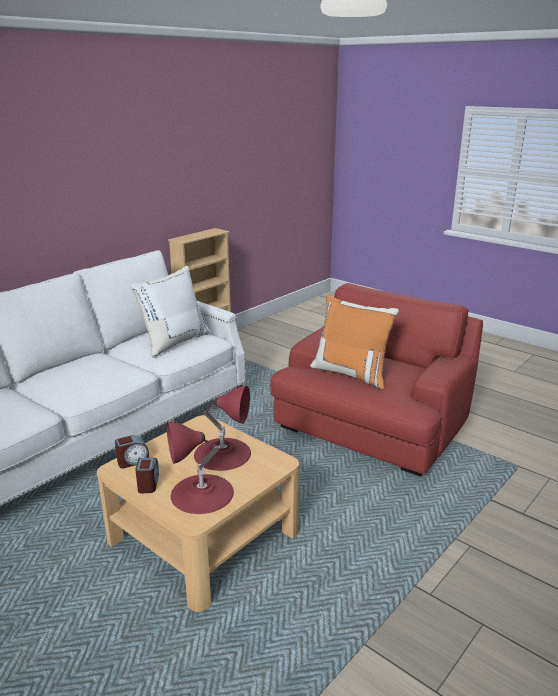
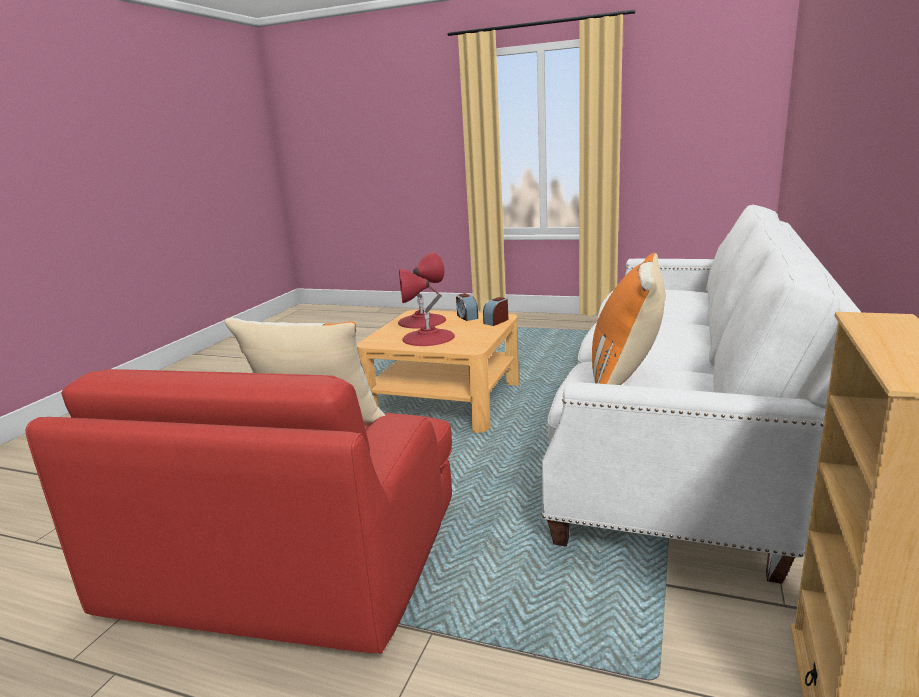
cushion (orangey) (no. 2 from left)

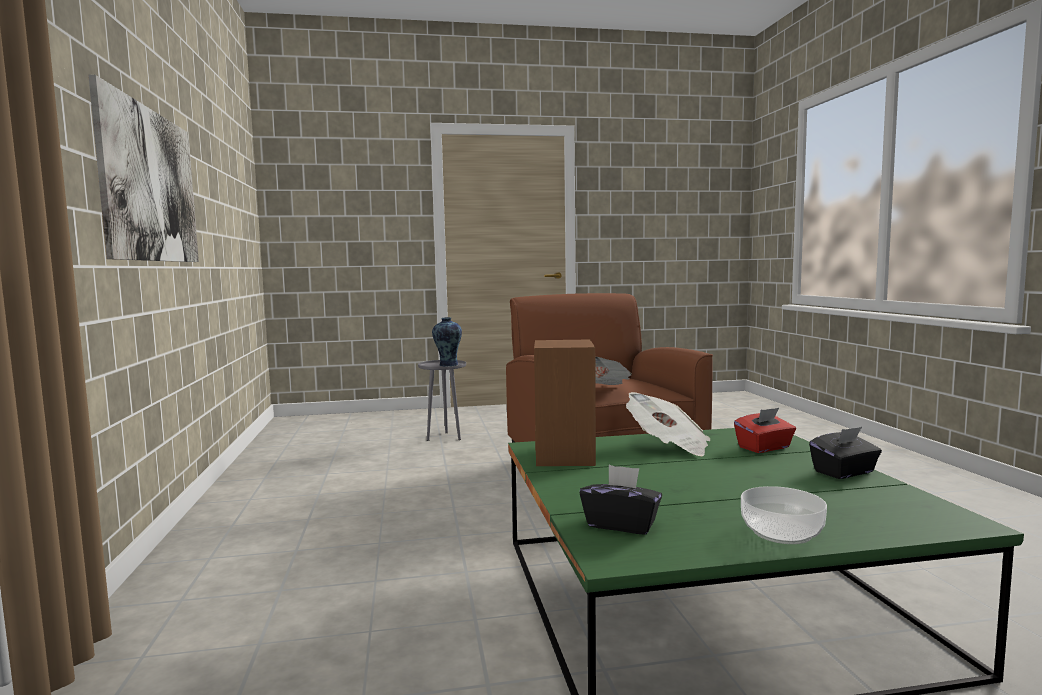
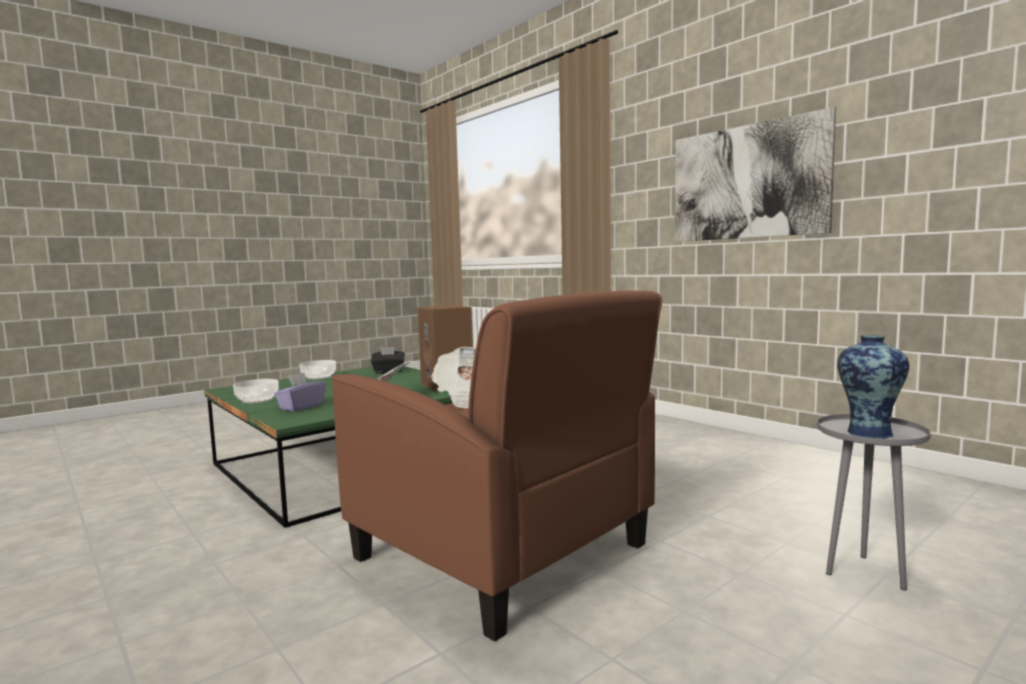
serving bowl (no. 1 from left)
tissue box (purple-coloured)

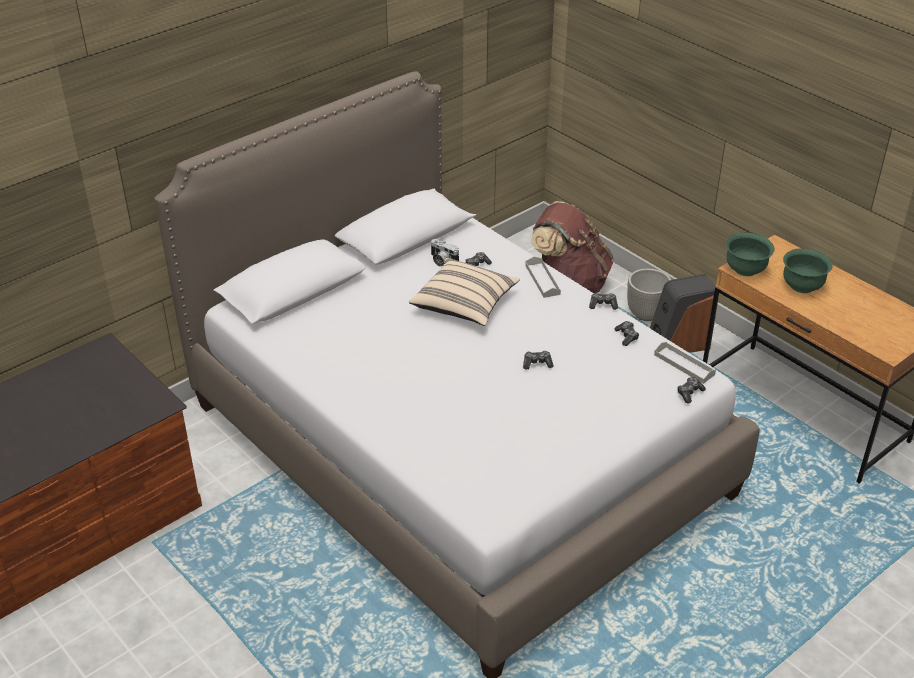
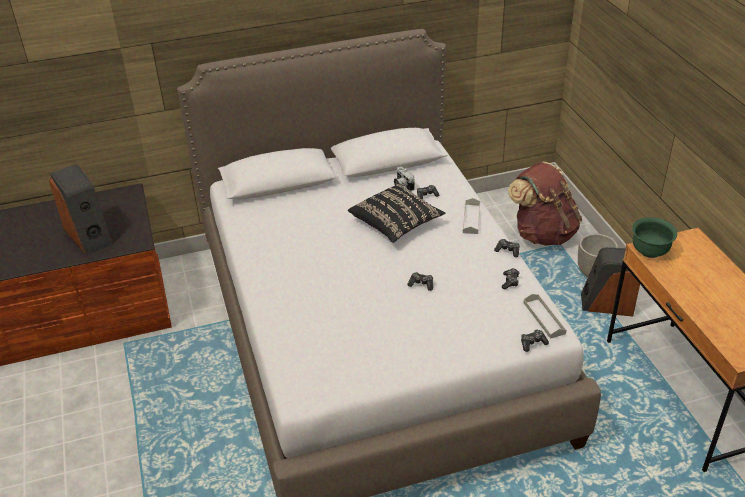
serving bowl (green) (no. 2 from left in the first image)
loudspeaker (no. 1 from left)
cushion (black)

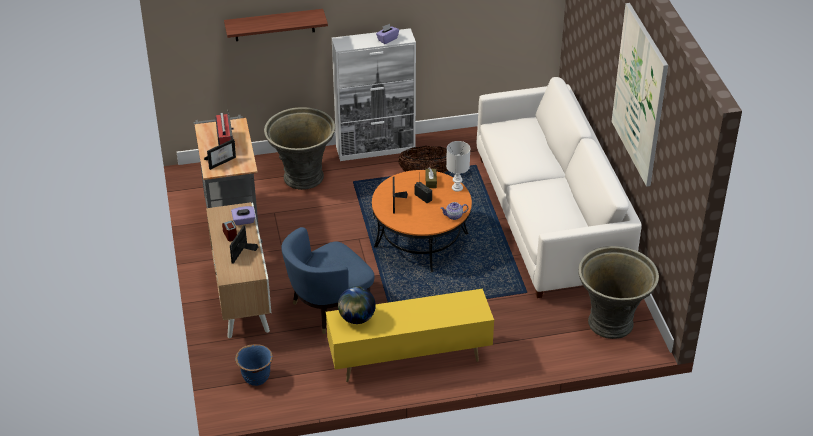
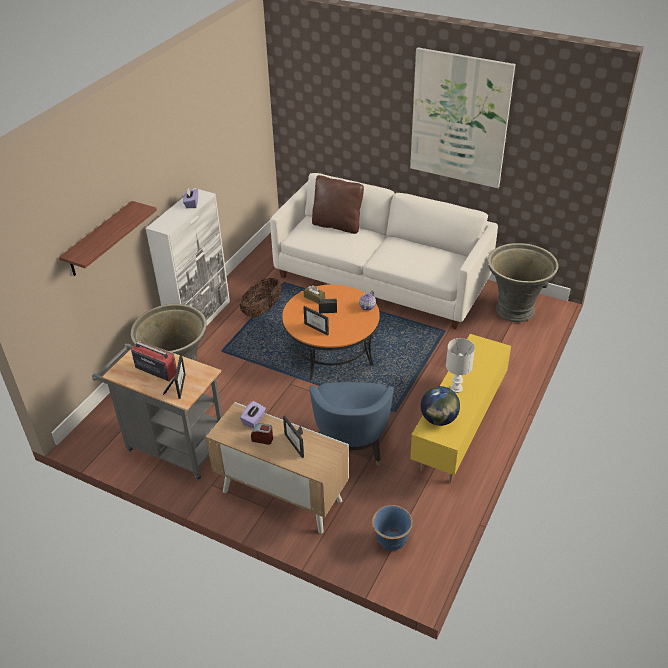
cushion (brown-coloured)
tabletop lamp (white-coloured)

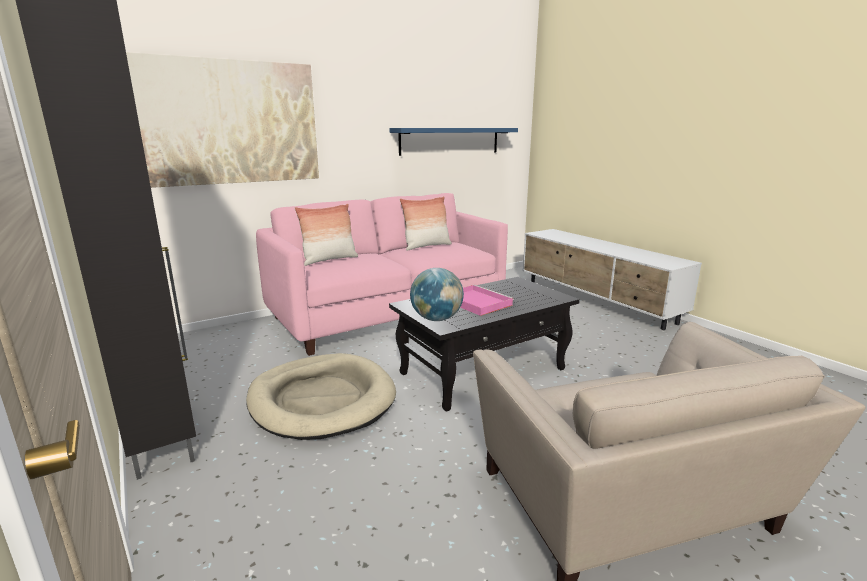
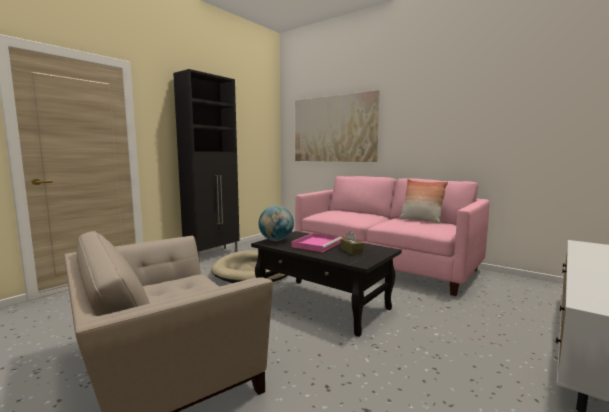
cushion (no. 1 from left in the first image)
wall shelf (blue)
tissue box (brown-coloured)

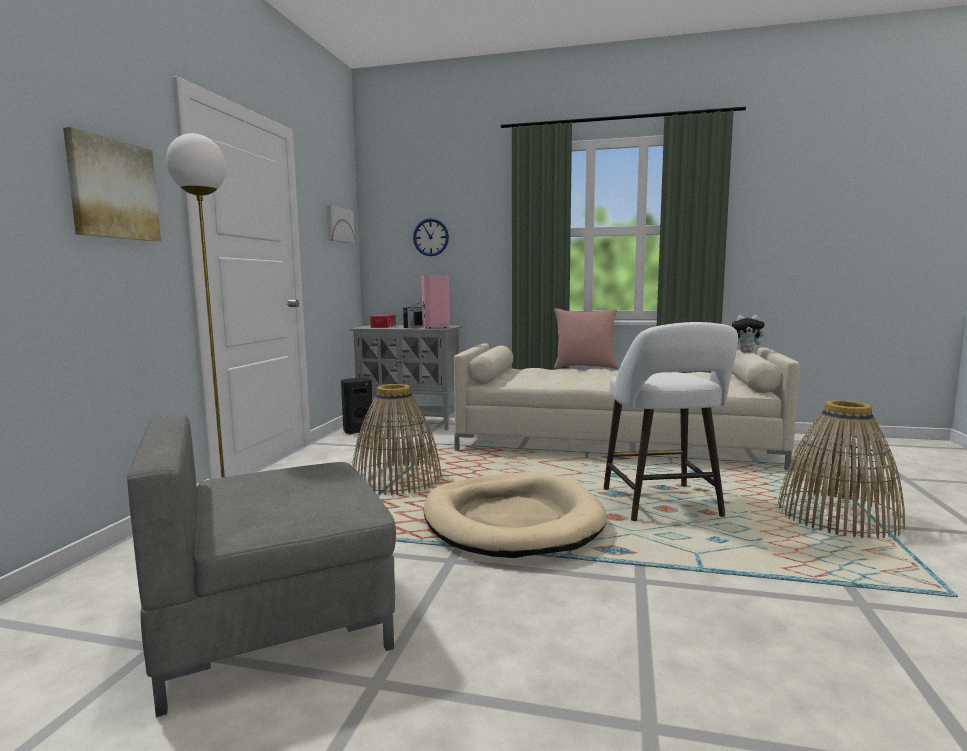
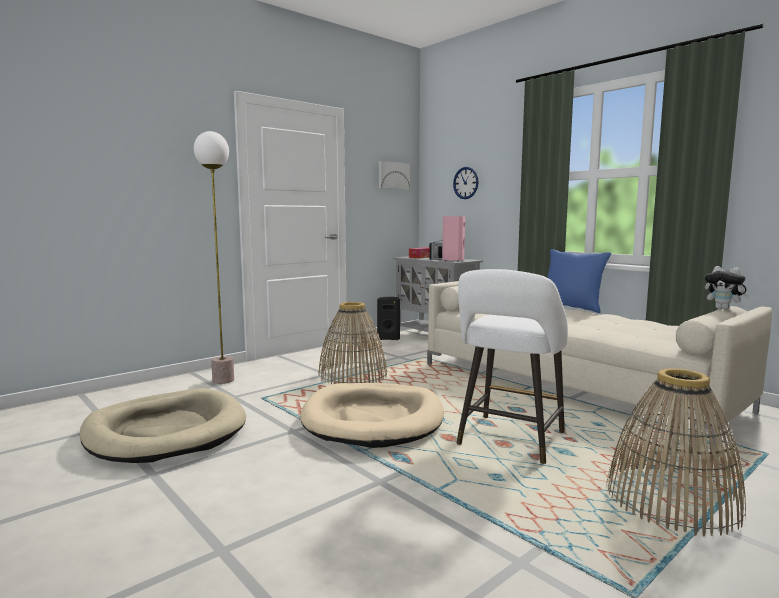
wall picture (no. 1 from left in the first image)
dog cushion (beige-coloured) (no. 1 from left)
cushion (blue)

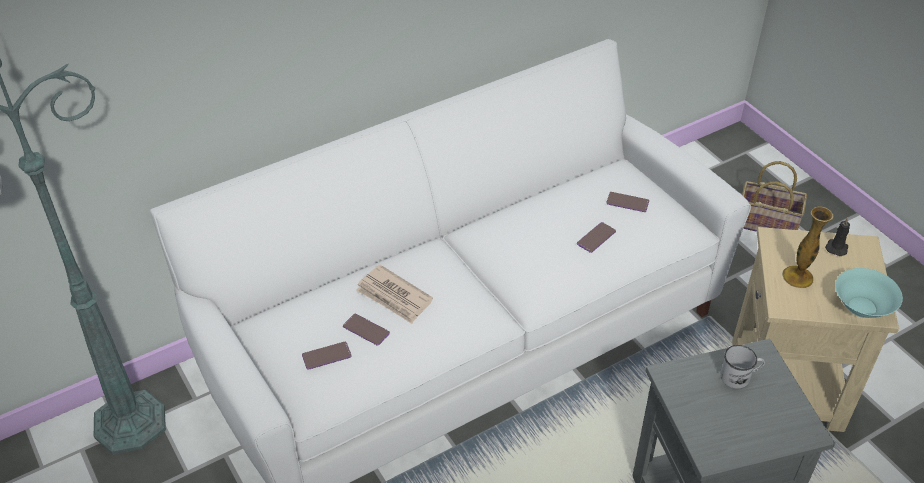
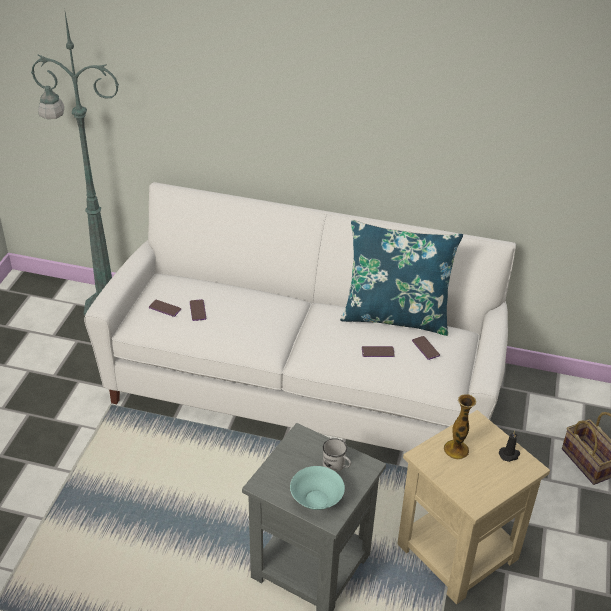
printed paper
cushion (blue)
serving bowl (blue-green)

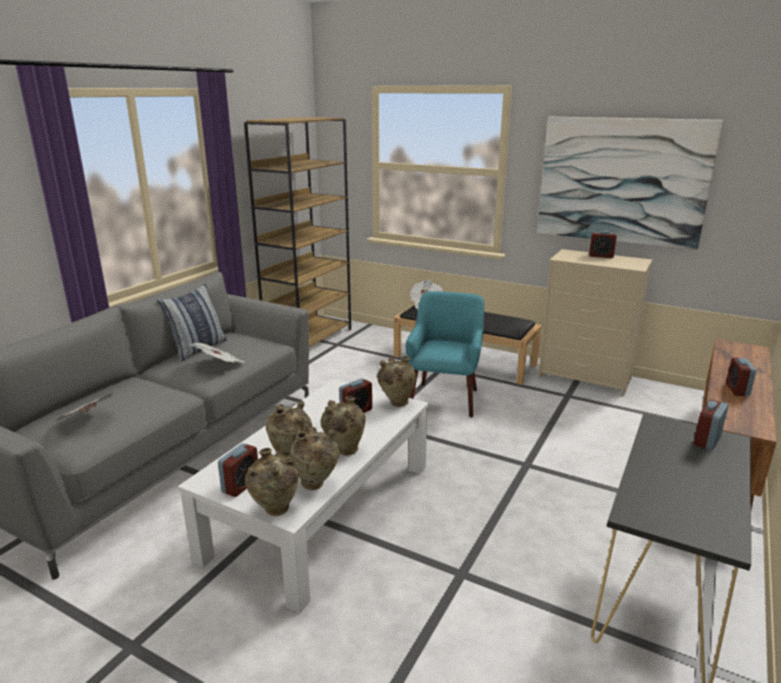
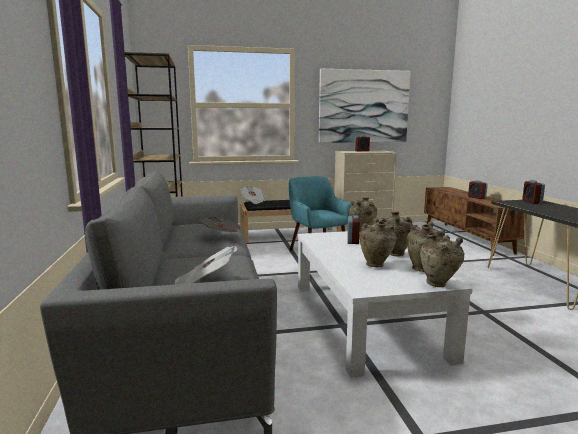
cushion
bedside clock (no. 1 from left in the first image)

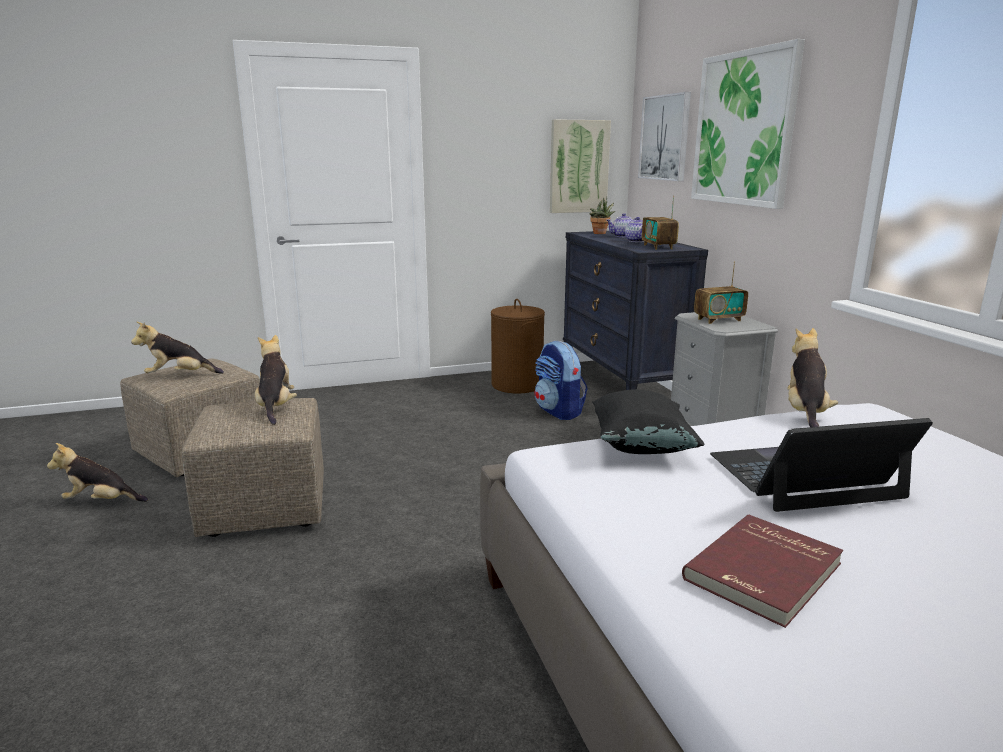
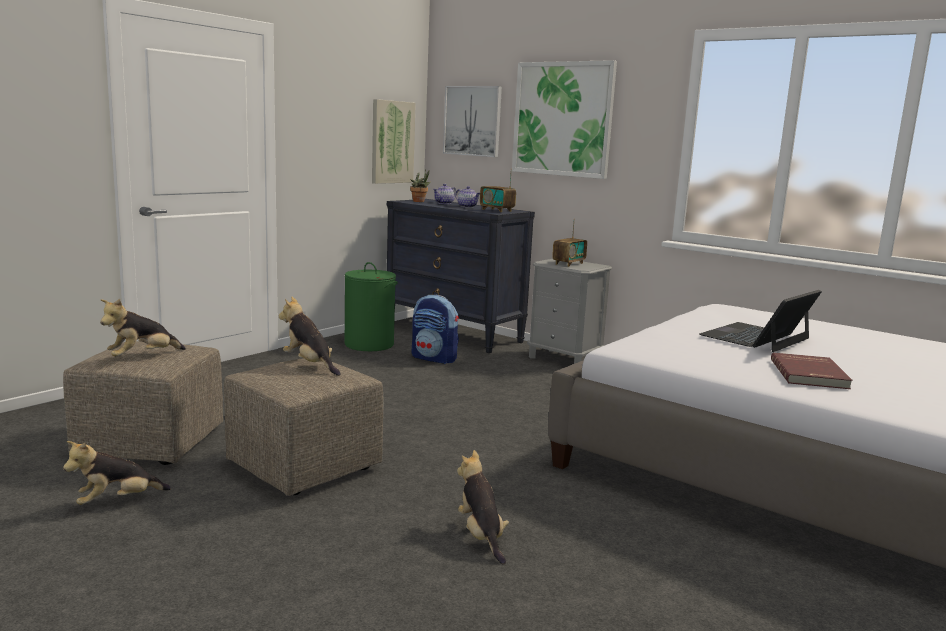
cushion (black)
cuddly toy (no. 4 from left)
laundry basket (green)

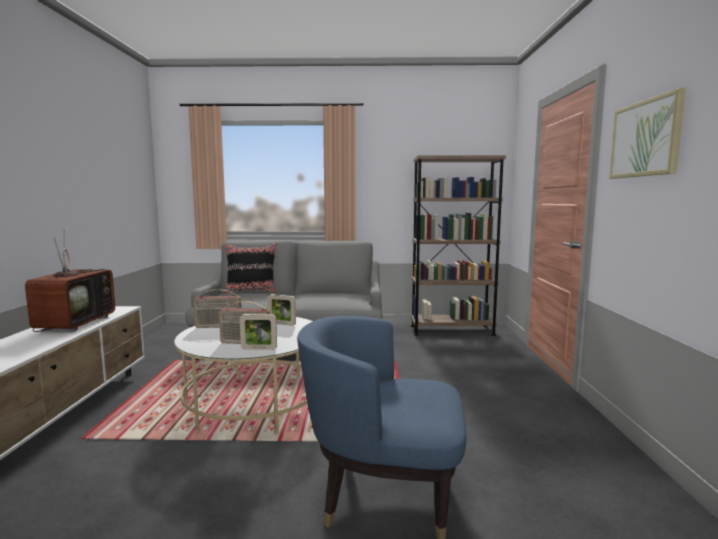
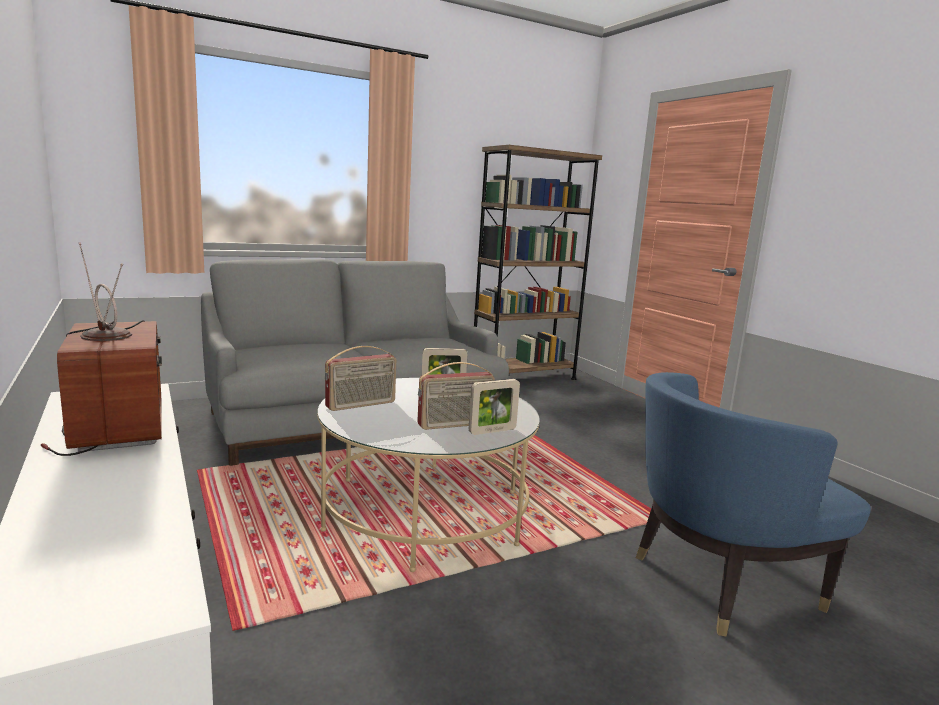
cushion (black)
wall picture

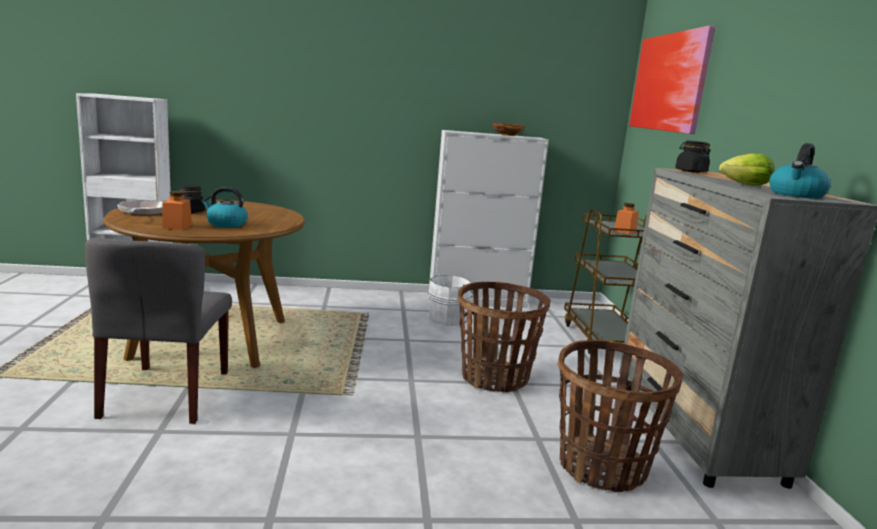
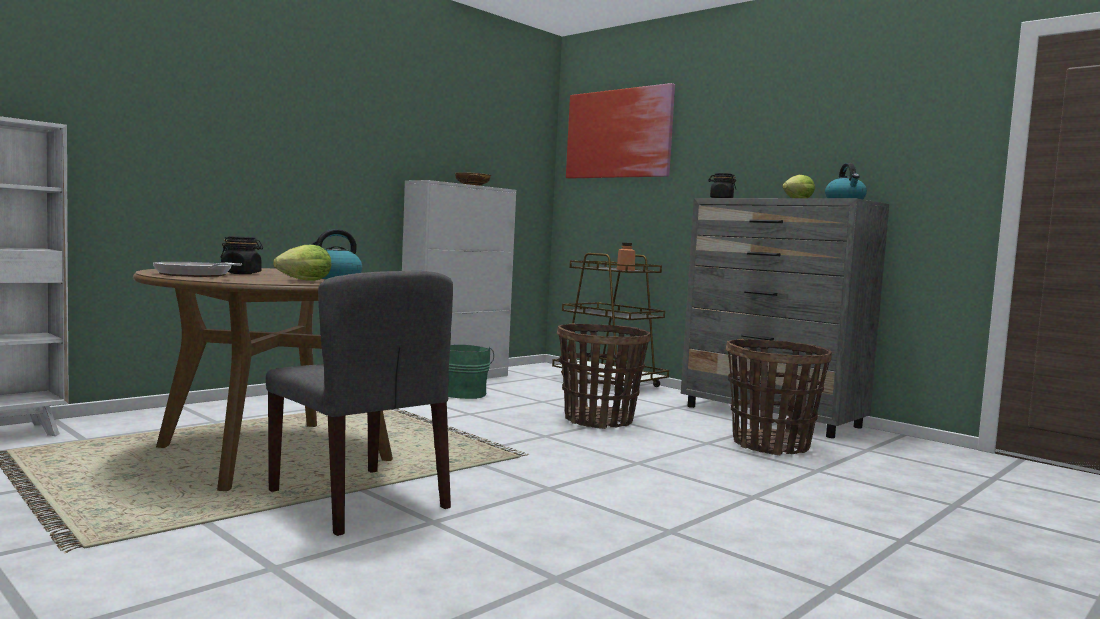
head of lettuce (no. 1 from left)
pail (green)

